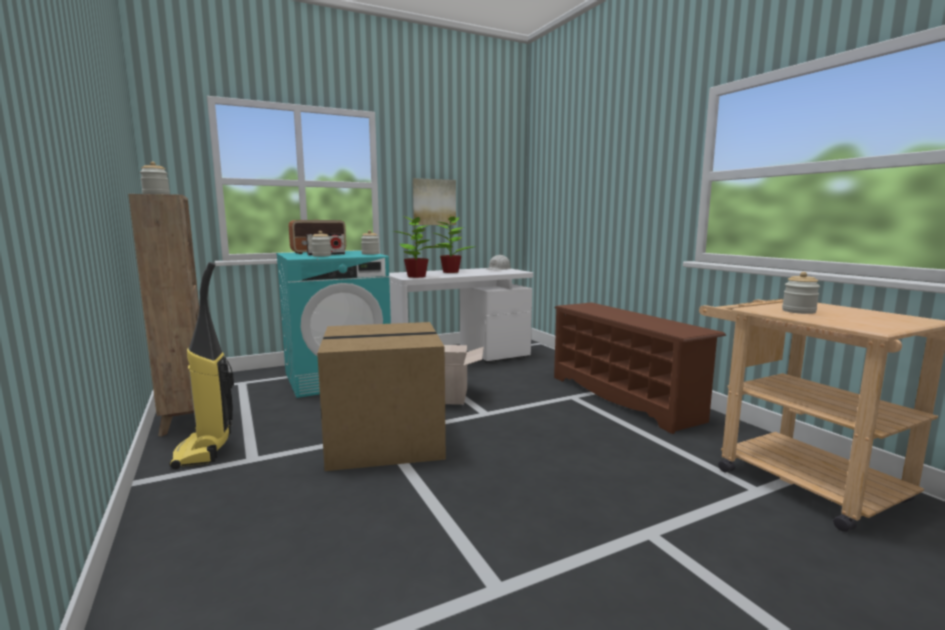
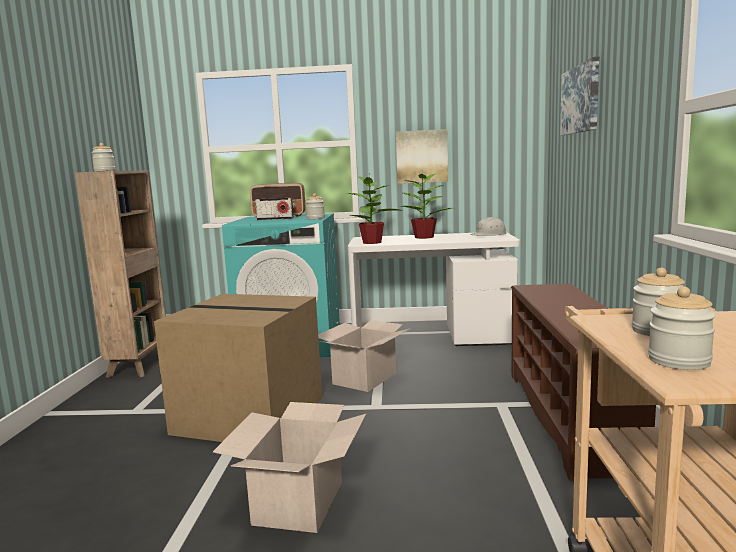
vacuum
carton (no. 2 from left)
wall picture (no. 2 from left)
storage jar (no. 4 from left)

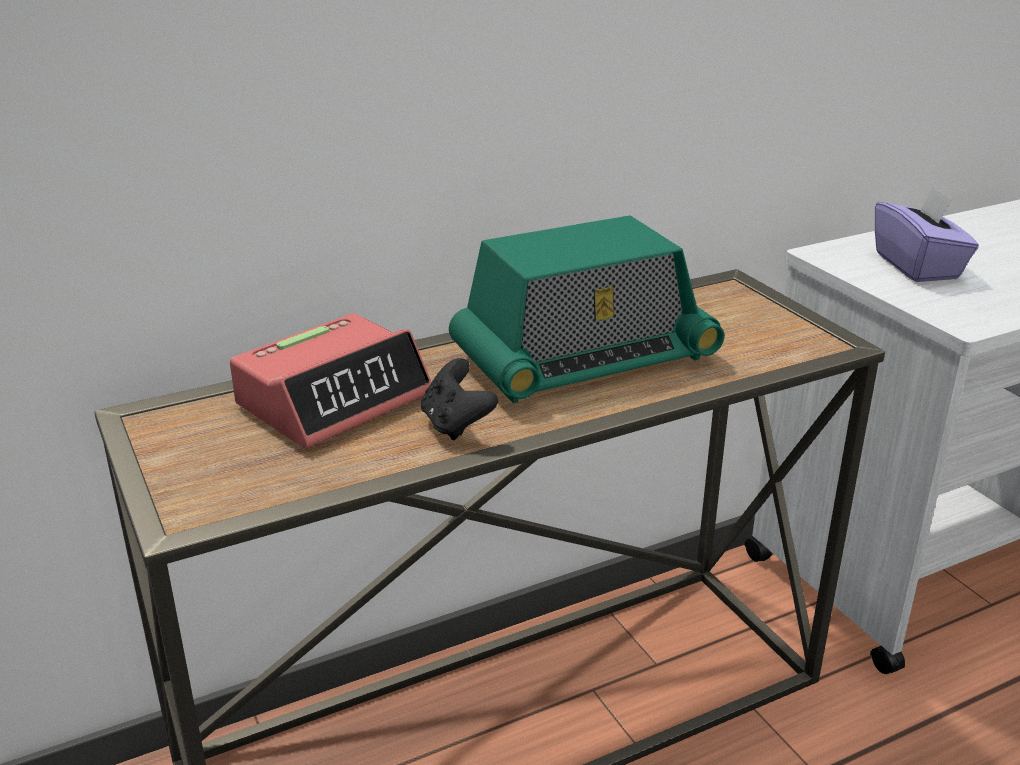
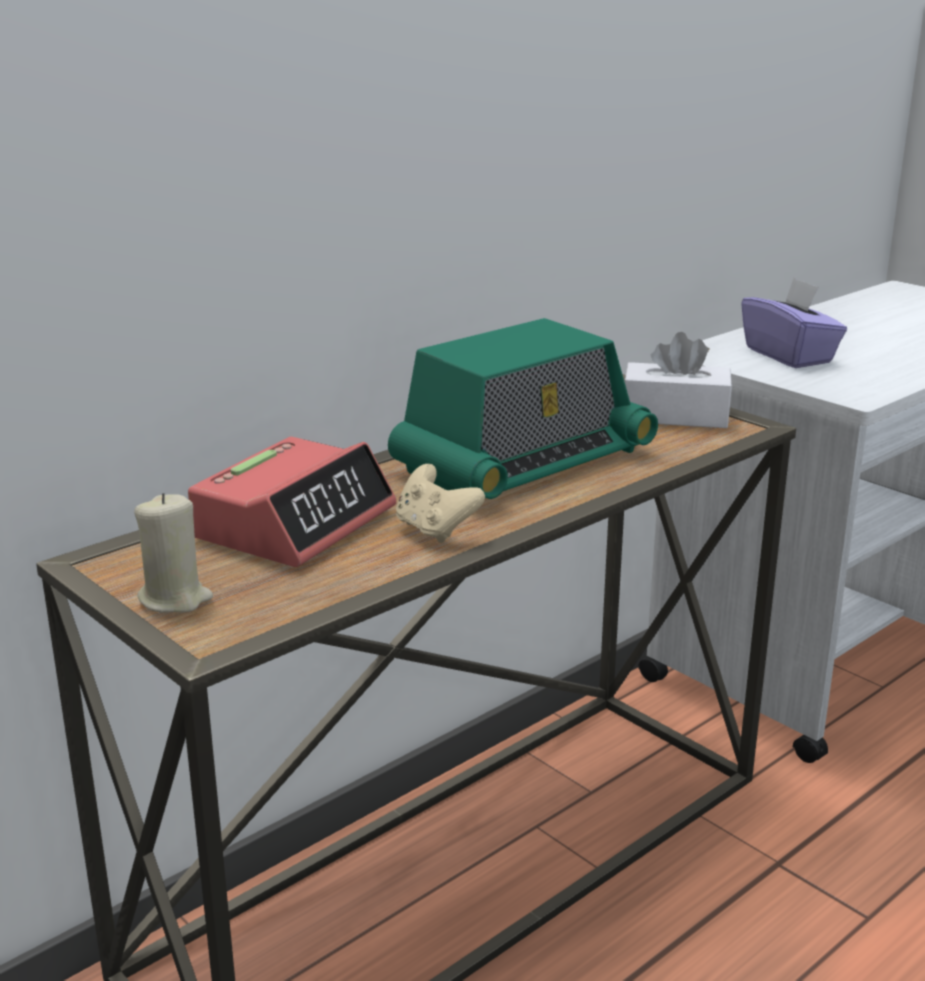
wax light (beige-coloured)
tissue box (white-coloured)
gamepad (beige-coloured)

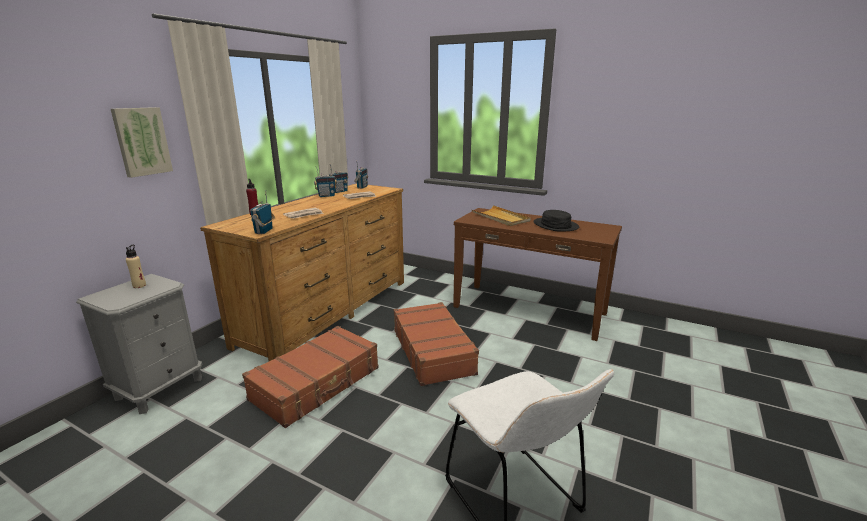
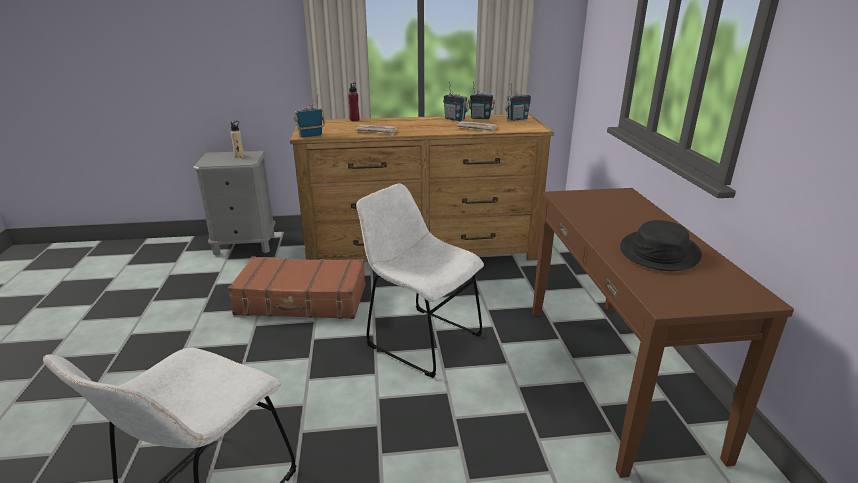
wall picture
tray (beige-coloured)
upright chair (white-coloured) (no. 2 from left)

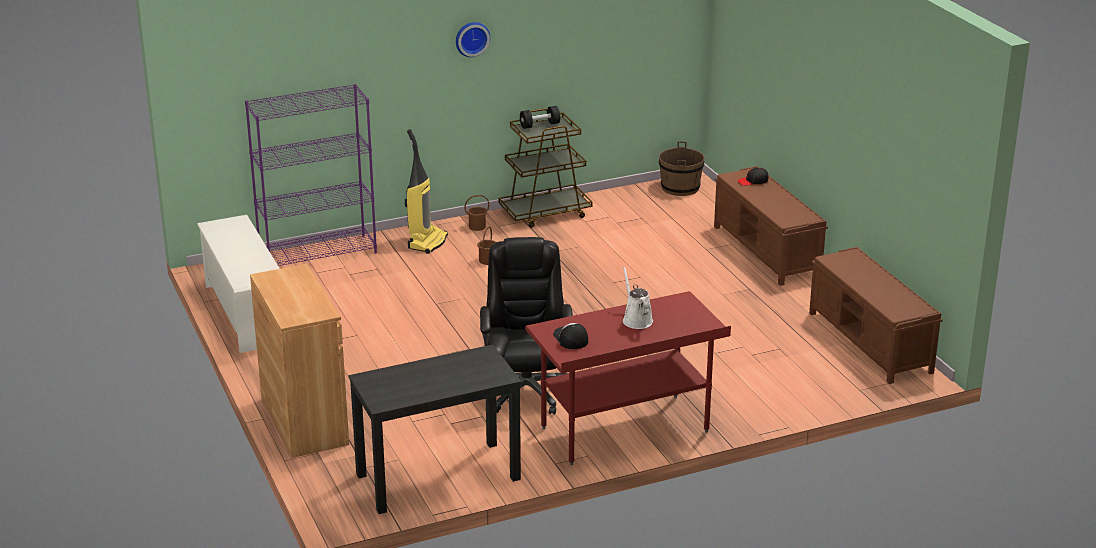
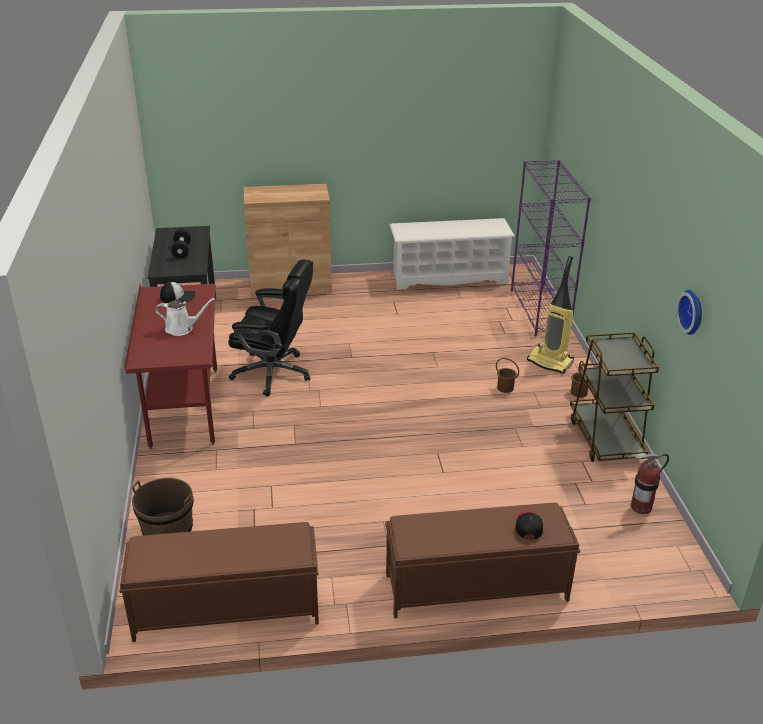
fire extinguisher
wall clock
hand weight (black)
pail (brown-coloured) (no. 1 from left)

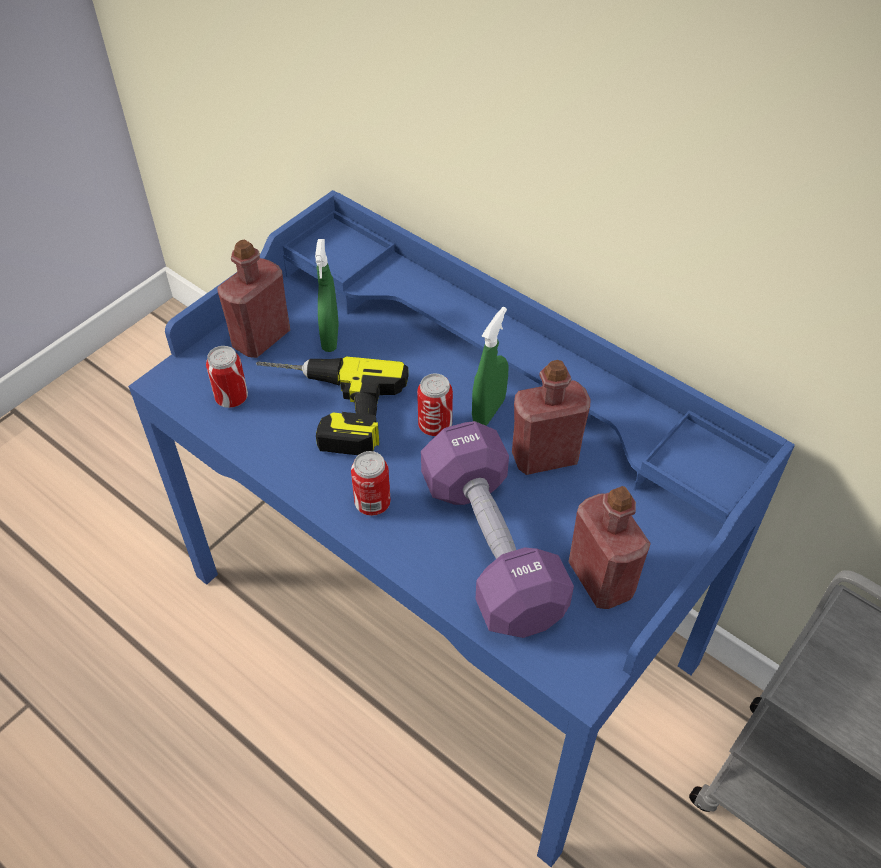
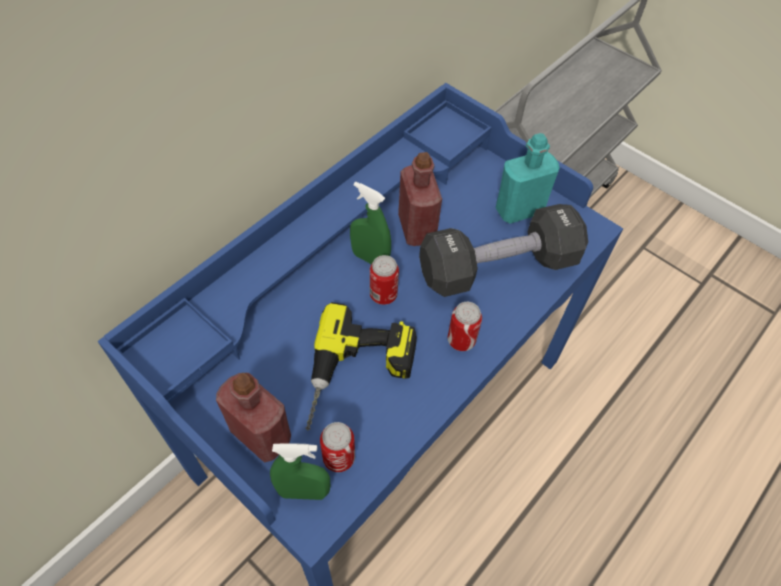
spray bottle (green) (no. 1 from left)
hand weight (black)
bottle (blue-green)

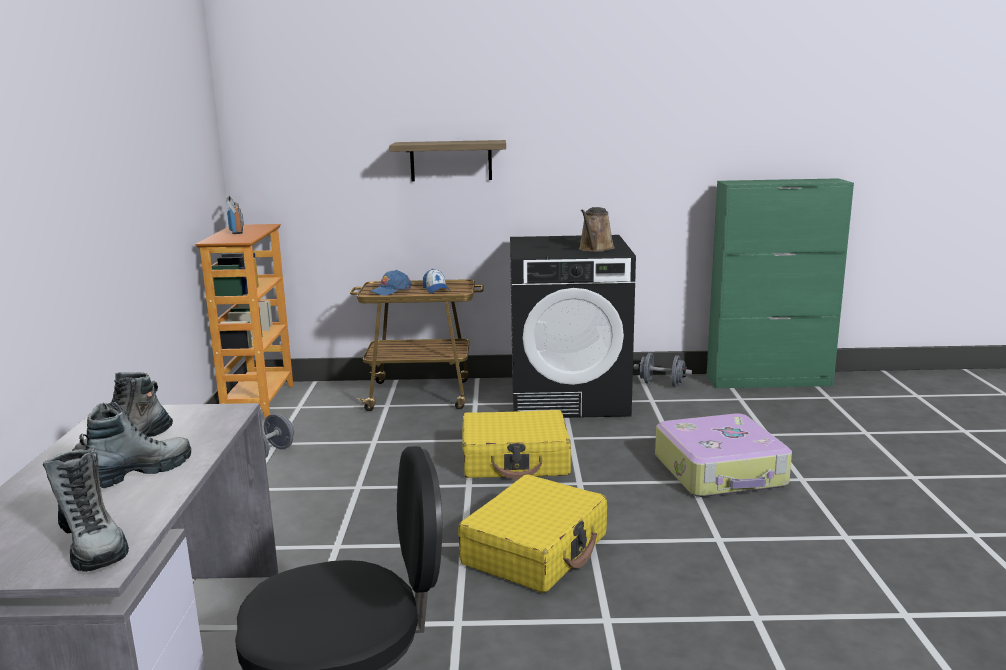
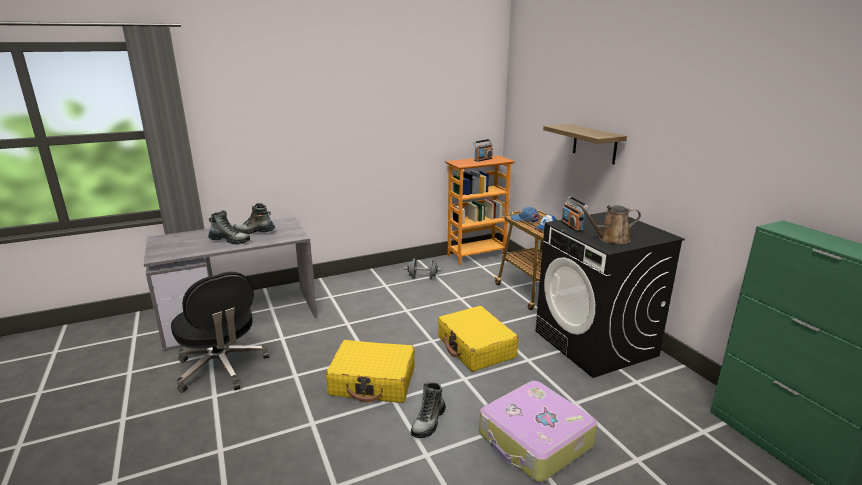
hand weight (greyish) (no. 2 from left in the first image)
radio receiver (no. 2 from left)
tall boot (no. 3 from left)

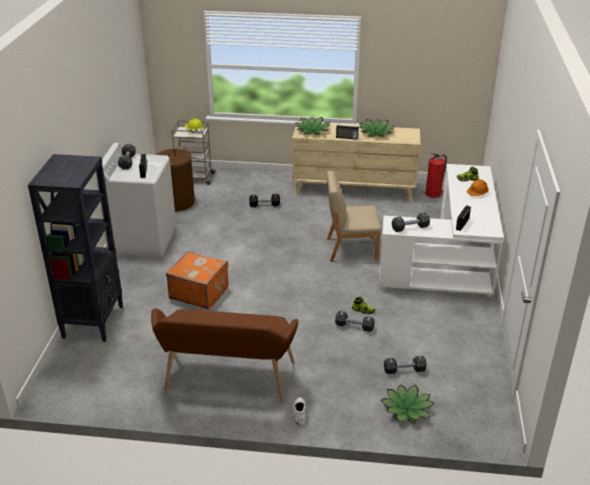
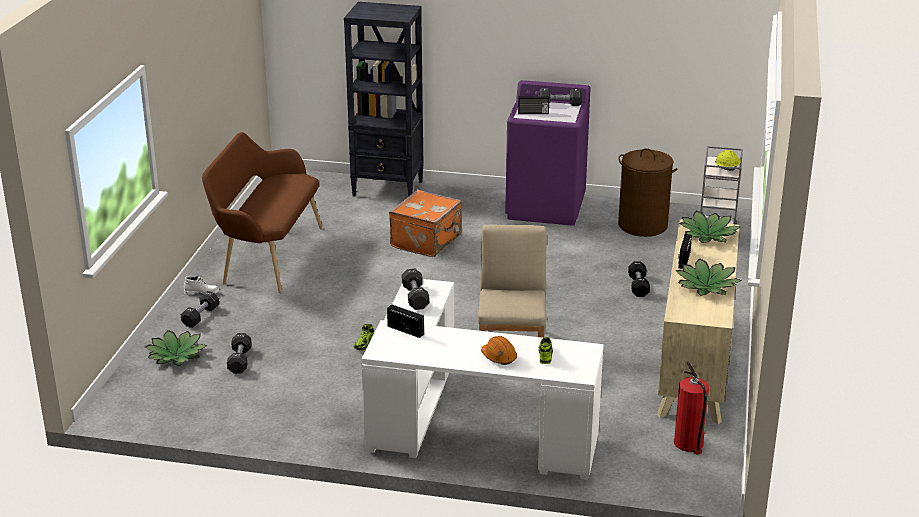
hand weight (black) (no. 1 from left)
laundry appliance (purple-coloured)

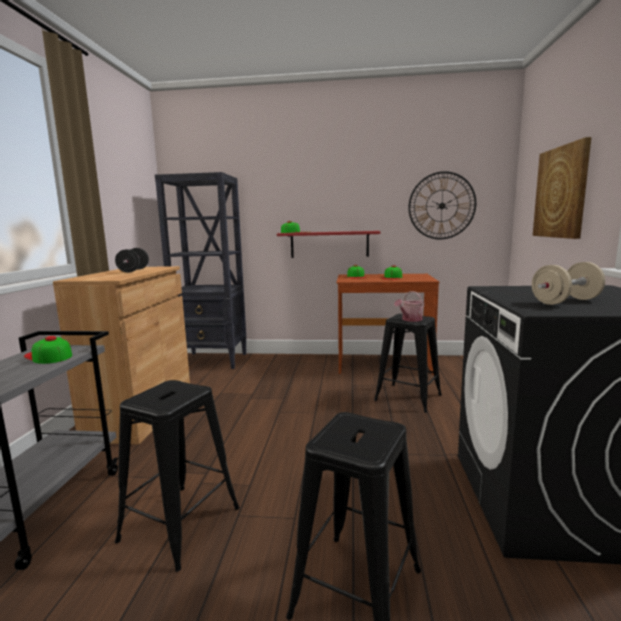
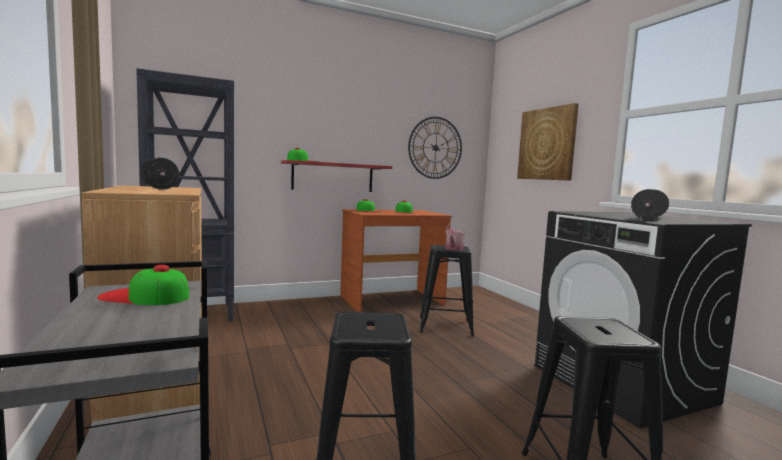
hand weight (black) (no. 2 from left)

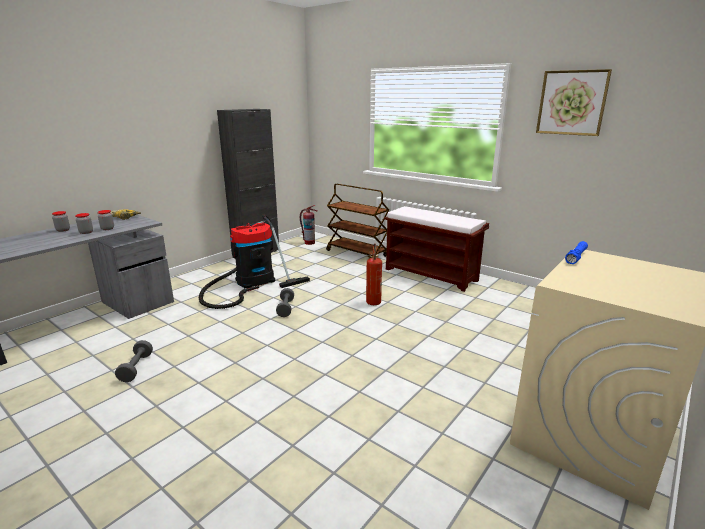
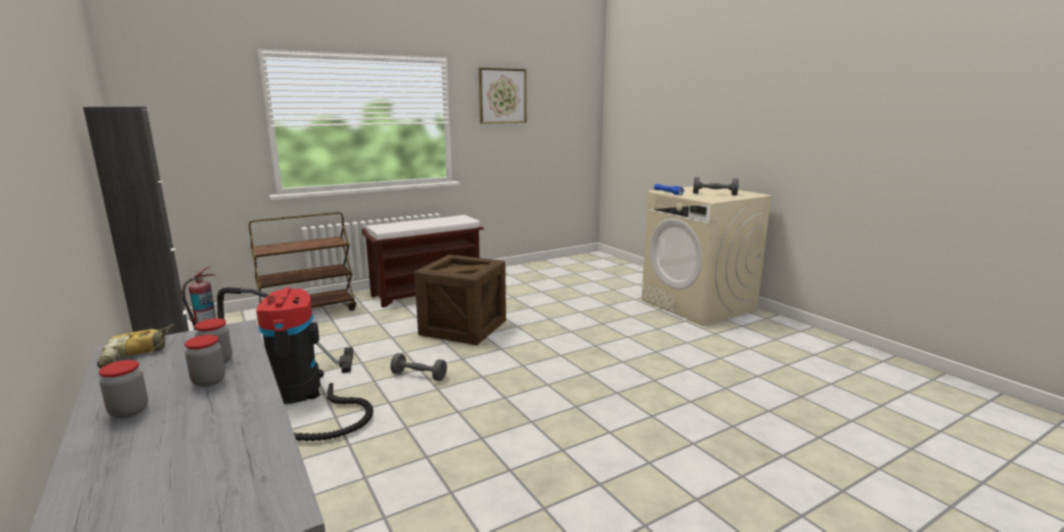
hand weight (greyish) (no. 2 from left)
packing crate

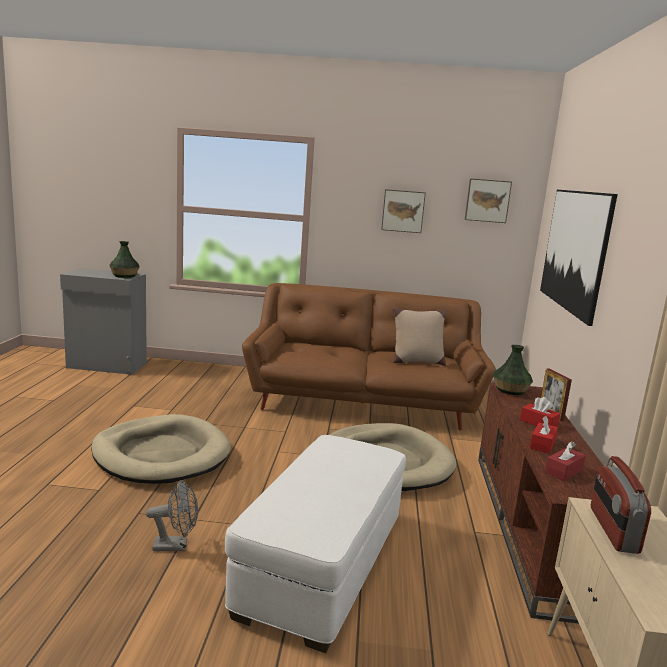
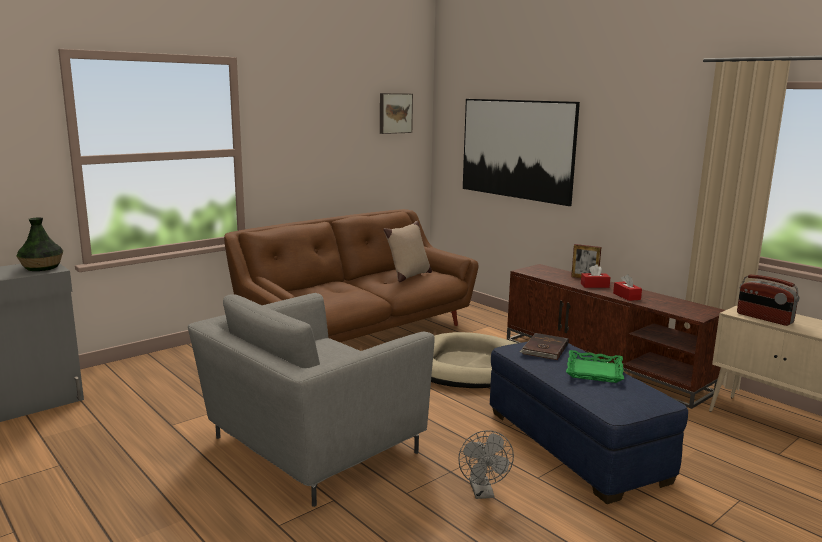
wall picture (no. 1 from left in the first image)
decorative vase (no. 2 from left in the first image)
tissue box (red) (no. 3 from left in the first image)
volume (brown-coloured)
tray (green)
armchair (greyish)
pouffe (blue)
cooling fan (greyish)

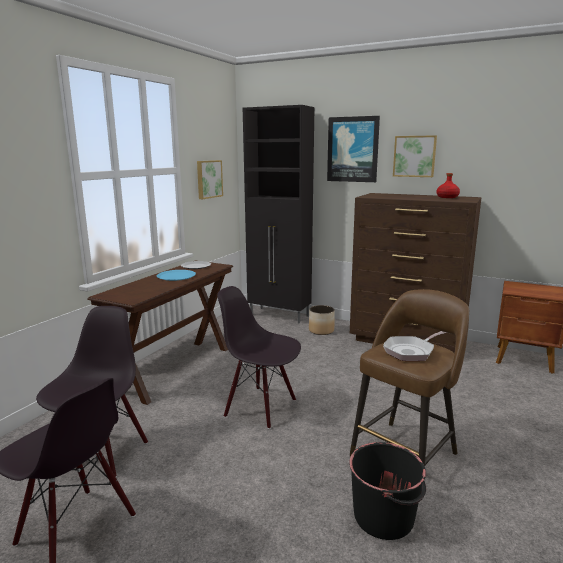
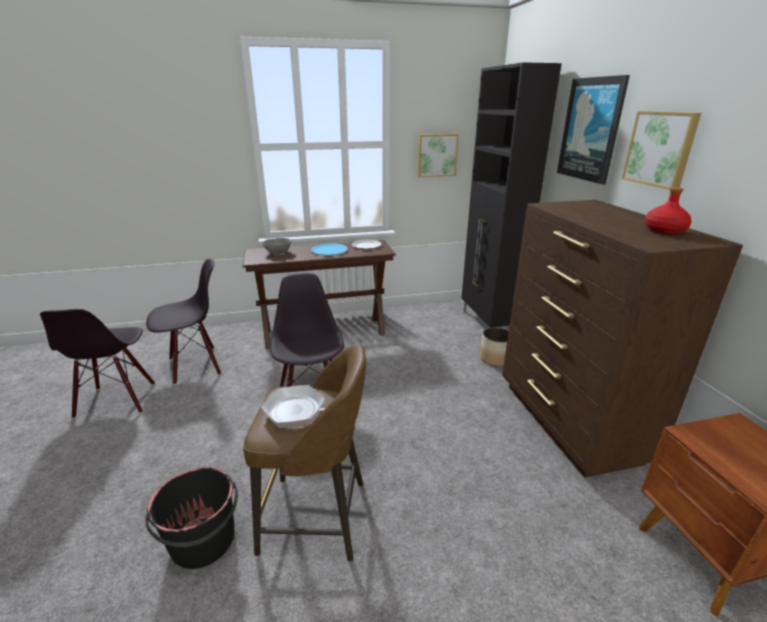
serving bowl (greyish)

